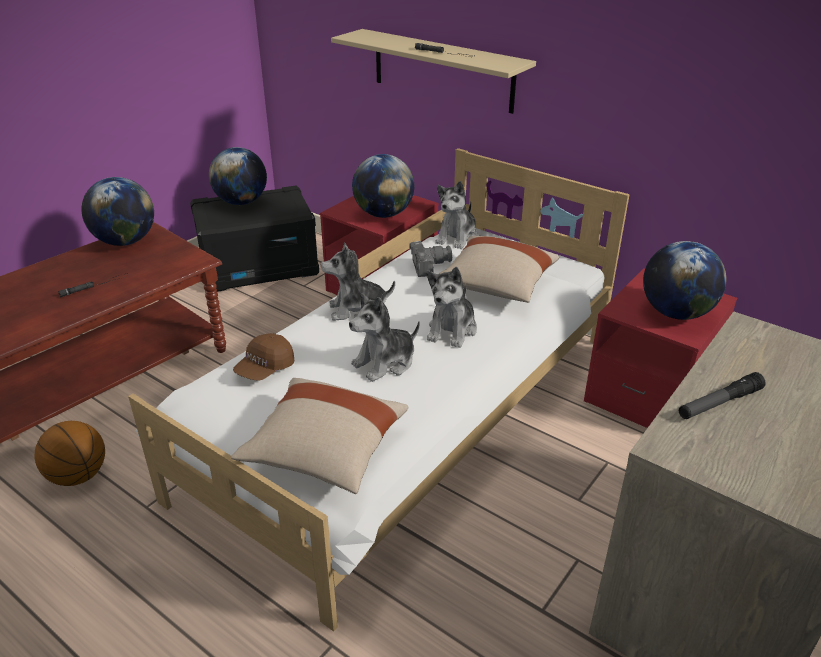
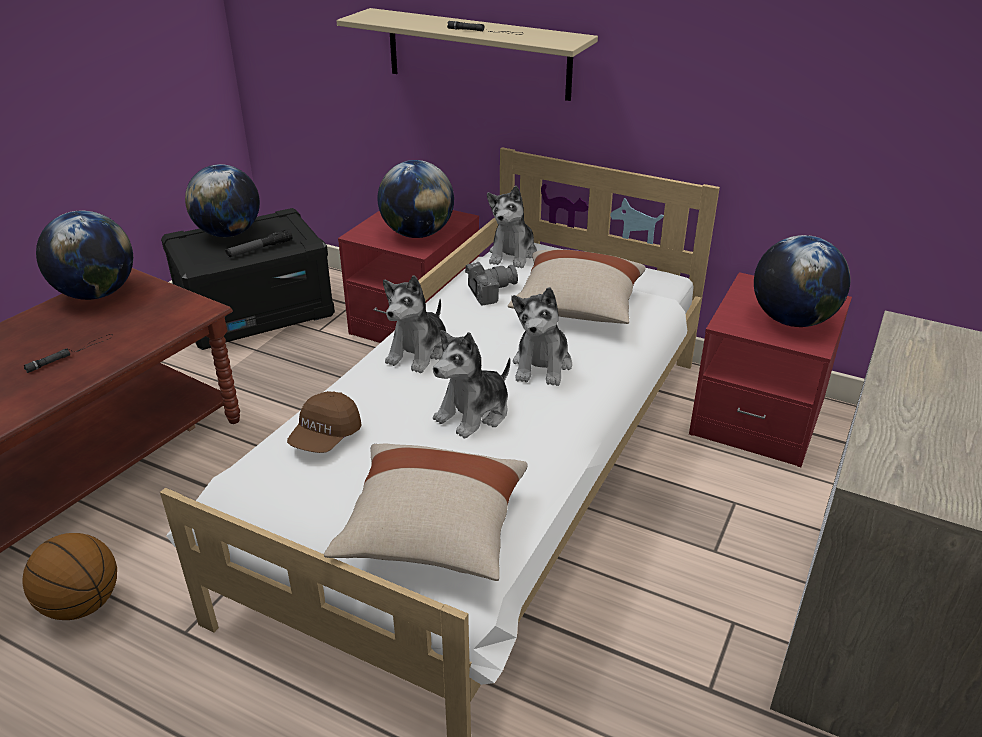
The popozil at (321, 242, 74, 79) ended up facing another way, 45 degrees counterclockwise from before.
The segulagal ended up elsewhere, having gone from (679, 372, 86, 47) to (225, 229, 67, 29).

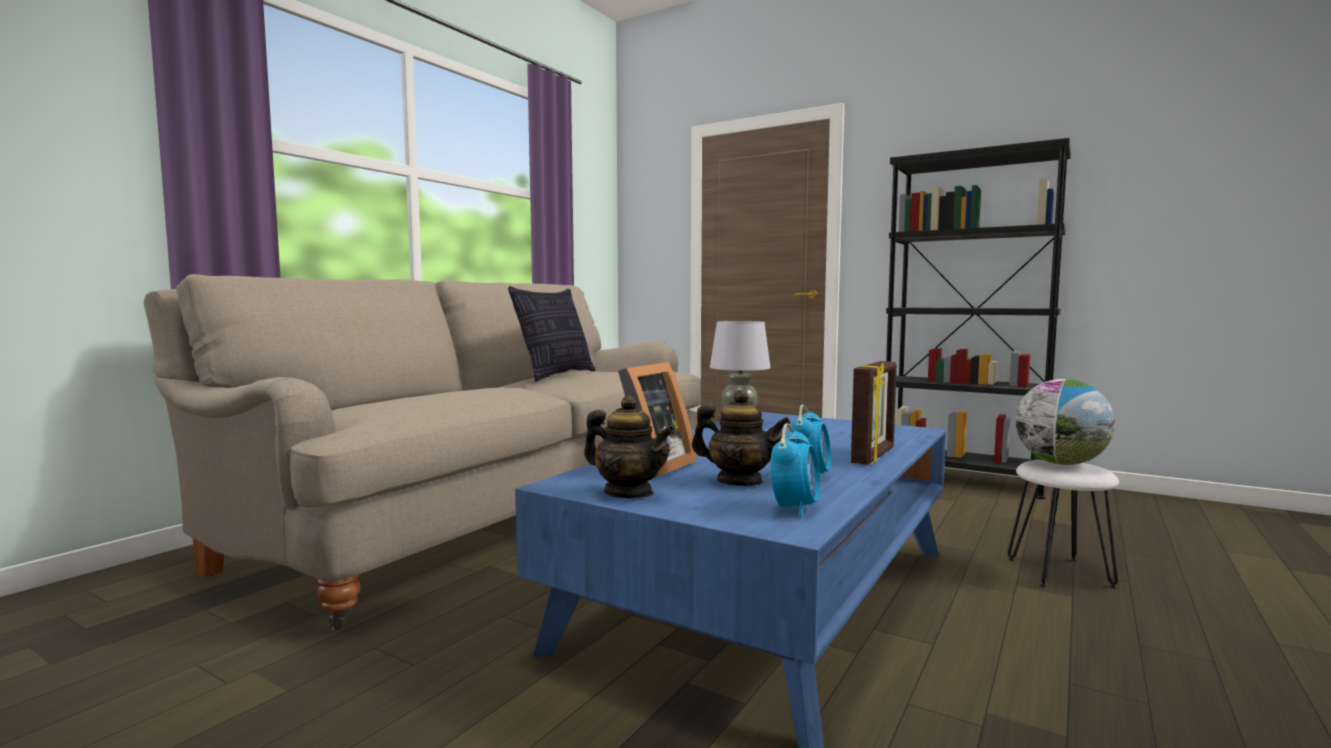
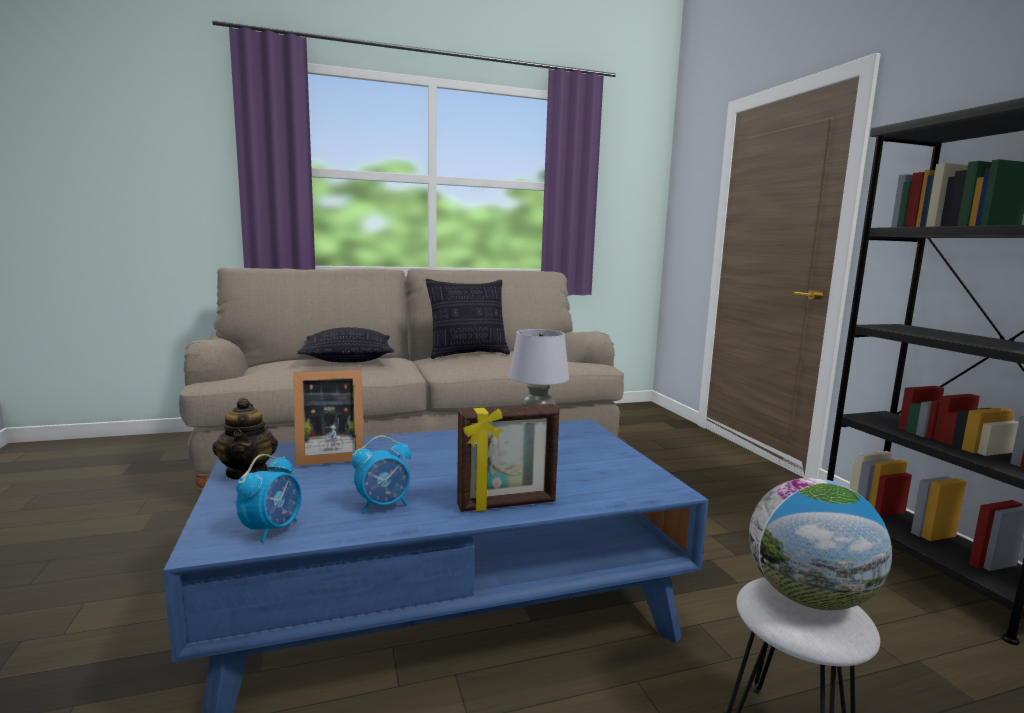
The second view lost the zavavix at (692, 390, 99, 96).
The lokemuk at (771, 423, 49, 95) ended up facing another way, 45 degrees counterclockwise from before.
The second view gained the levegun at (297, 327, 97, 36).

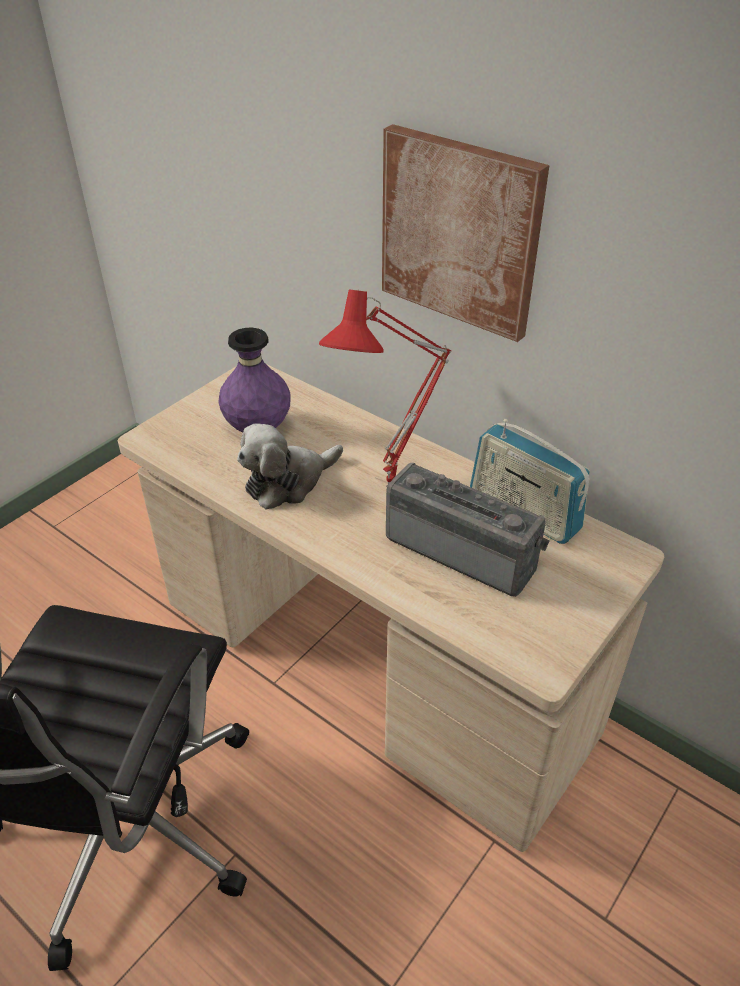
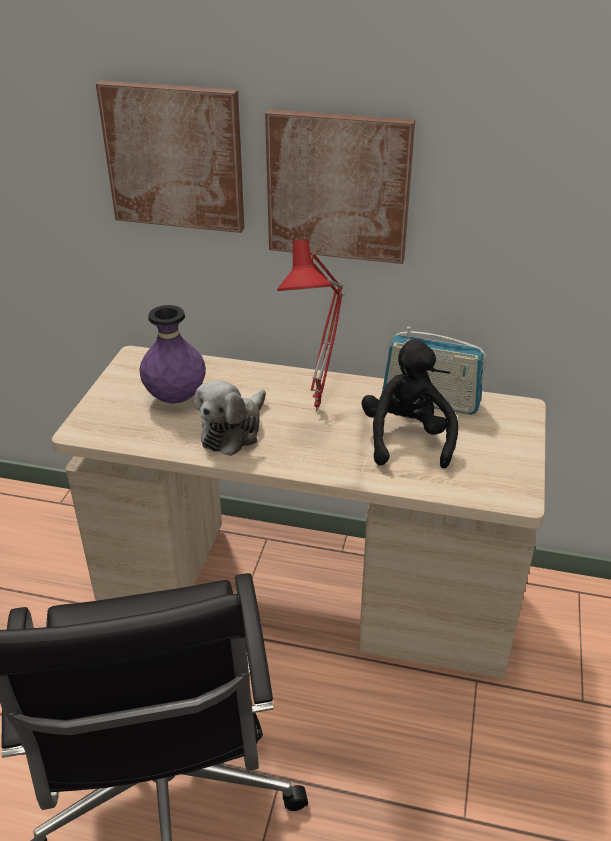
Where the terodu stood at (386, 463, 163, 134), the black popozil came to stand at (362, 340, 96, 129).
The second view gained the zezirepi at (96, 81, 148, 152).

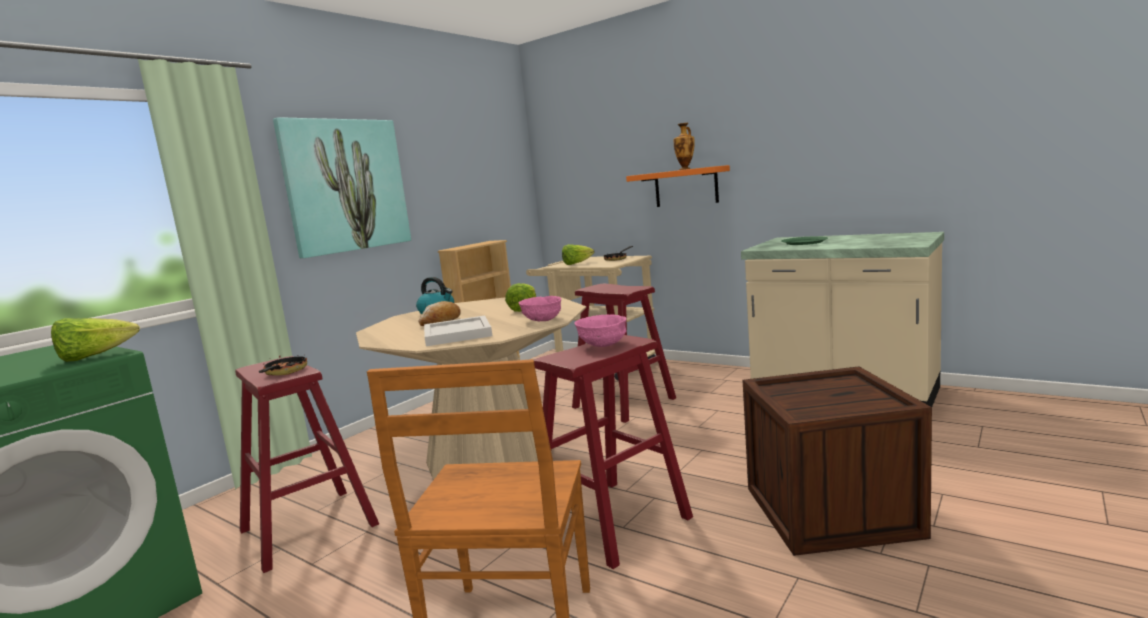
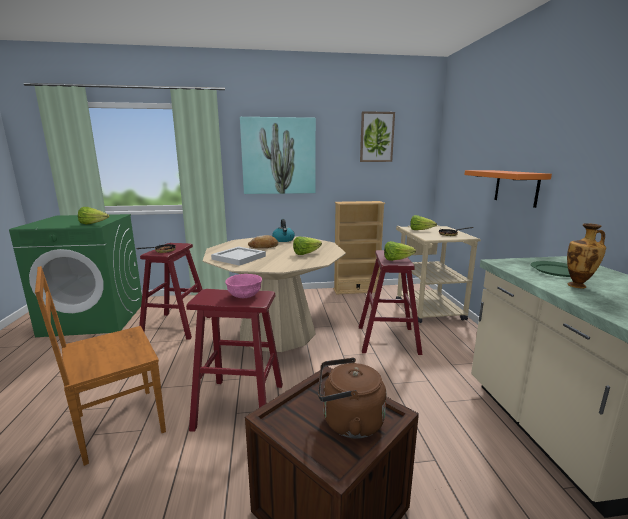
The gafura ended up elsewhere, having gone from (674, 123, 21, 47) to (567, 223, 39, 65).
The second view lost the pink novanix at (519, 296, 42, 25).
The second view gained the zezirepi at (360, 111, 35, 51).
The second view gained the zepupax at (384, 241, 32, 20).
The second view gained the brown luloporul at (318, 357, 68, 82).

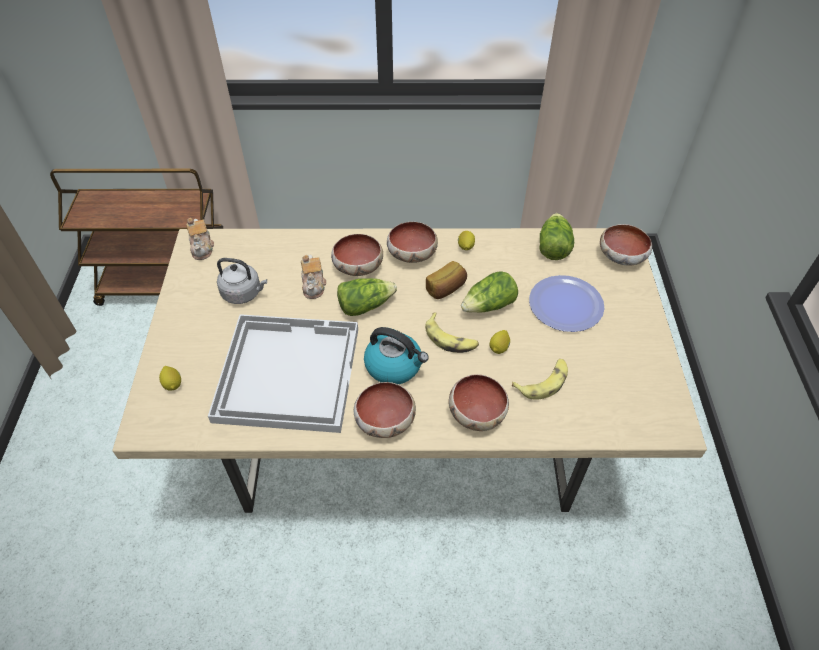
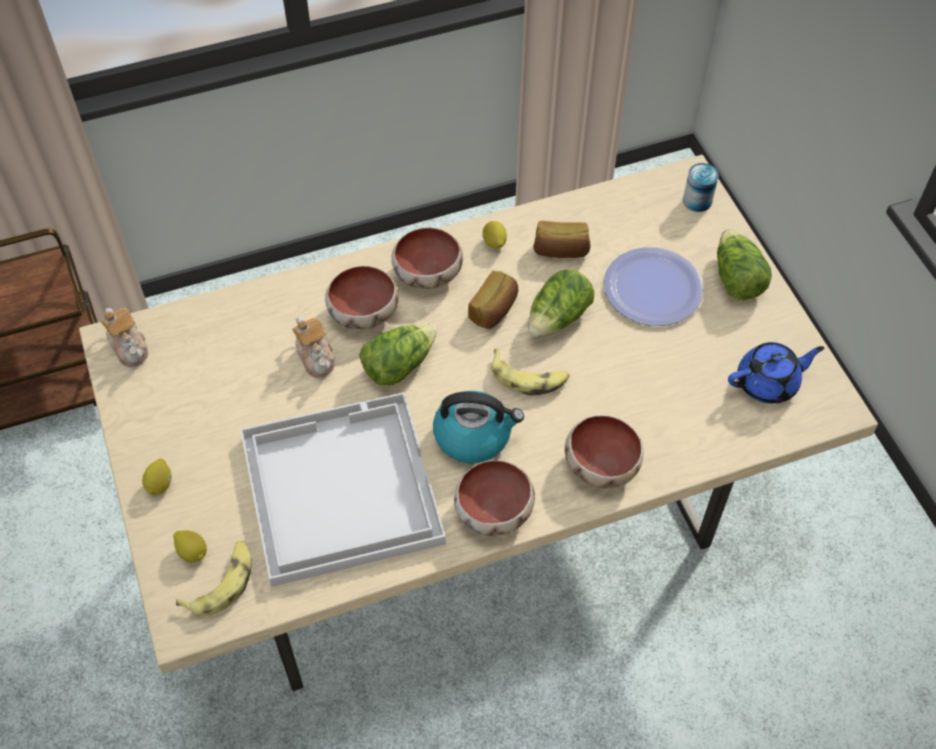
The zepupax ended up elsewhere, having gone from (539, 213, 35, 47) to (717, 229, 55, 71).
Where the novanix stood at (600, 224, 52, 42), the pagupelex came to stand at (683, 163, 36, 49).
The second view lost the grey luloporul at (217, 258, 50, 46).
The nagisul ended up elsewhere, having gone from (490, 330, 20, 24) to (142, 459, 29, 36).
The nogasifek ended up elsewhere, having gone from (512, 359, 56, 41) to (176, 541, 76, 75).
The second view gained the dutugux at (533, 221, 57, 37).
The second view gained the blue zavavix at (728, 342, 96, 62).

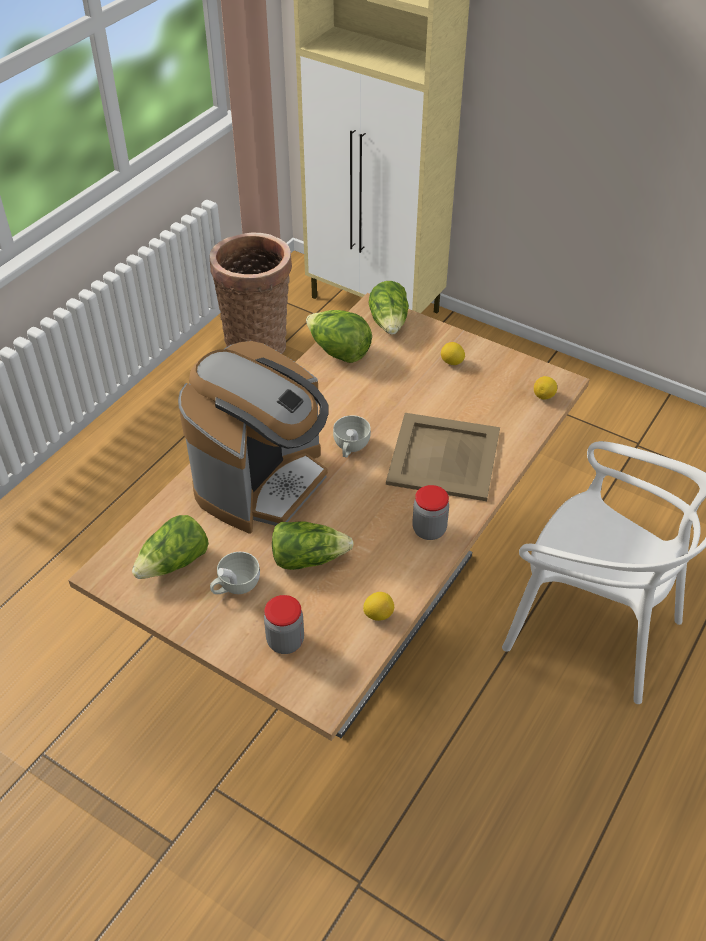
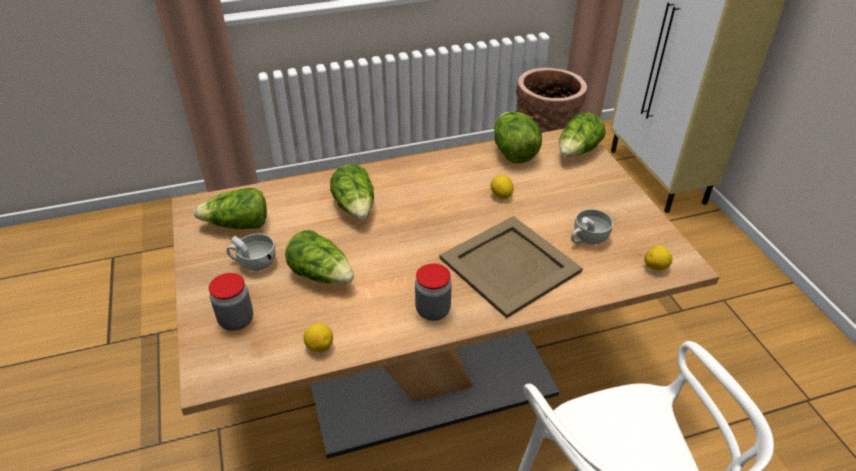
Where the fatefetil stood at (178, 341, 150, 193), the zepupax came to stand at (330, 164, 44, 56).
The nagisul ended up elsewhere, having gone from (441, 342, 24, 23) to (491, 175, 23, 24).
The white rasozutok ended up elsewhere, having gone from (333, 415, 38, 43) to (571, 209, 42, 36).

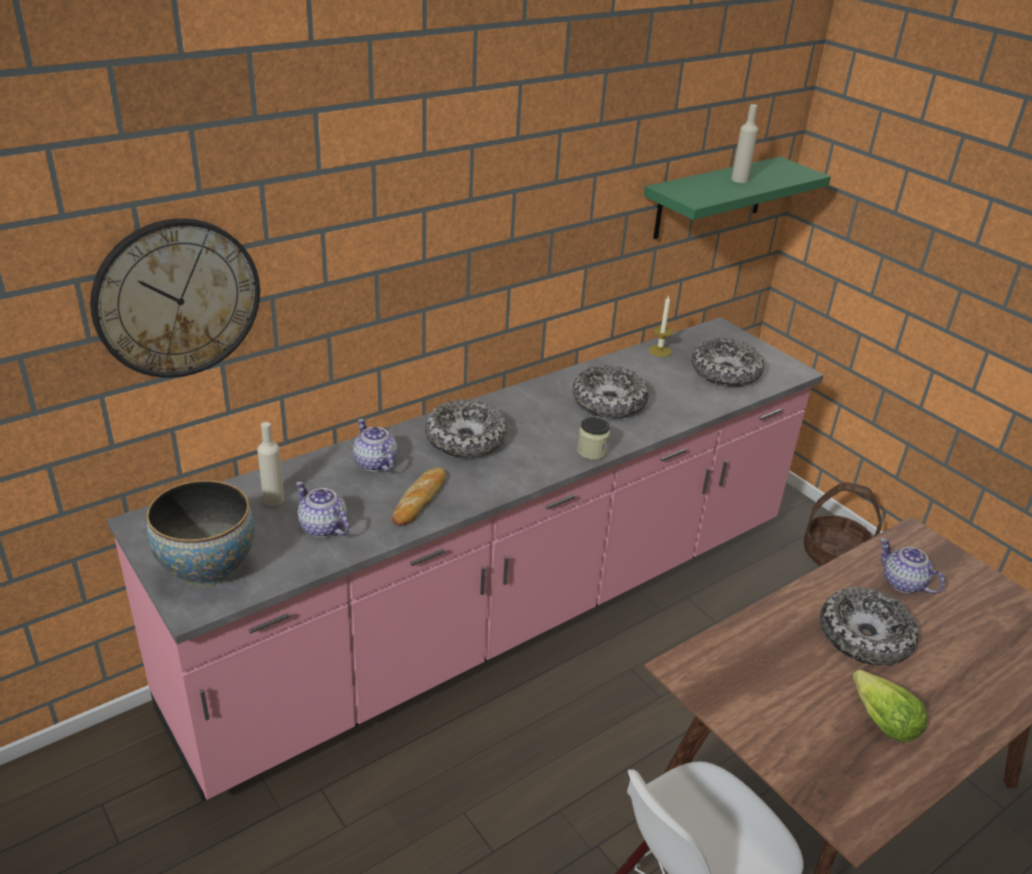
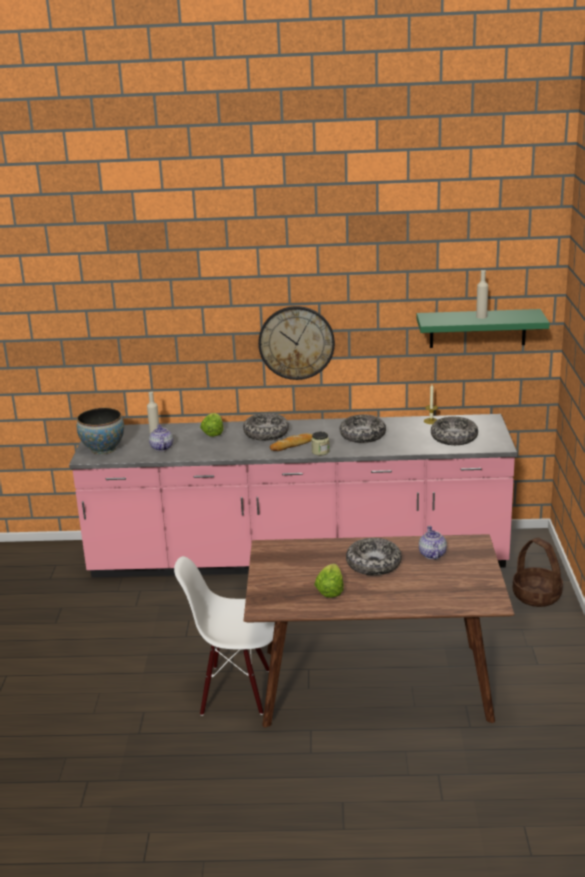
The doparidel ended up elsewhere, having gone from (90, 218, 170, 160) to (258, 306, 77, 74).
Where the zavavix stood at (353, 419, 44, 53), the zepupax came to stand at (200, 413, 24, 24).
The dutugux ended up elsewhere, having gone from (392, 467, 54, 59) to (270, 433, 42, 18).

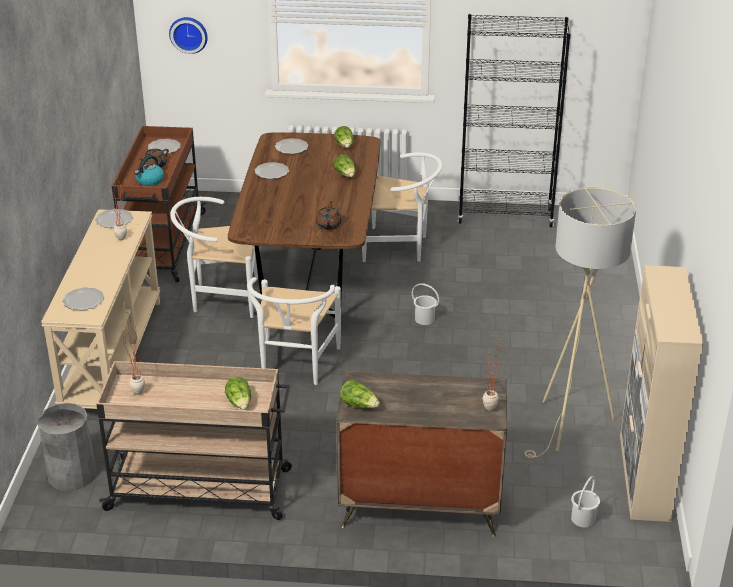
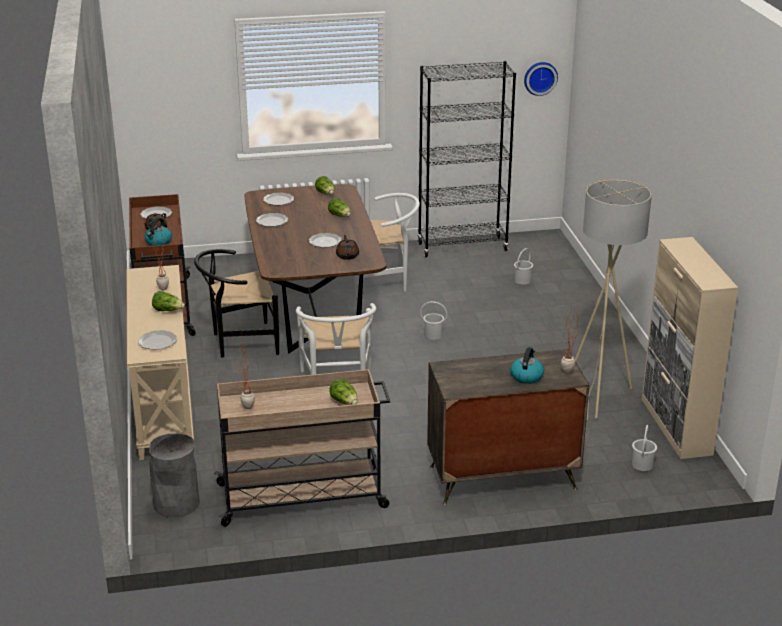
The doparidel ended up elsewhere, having gone from (169, 17, 39, 37) to (524, 62, 34, 34).
What was the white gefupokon at (171, 197, 87, 121) turned into the black gefupokon at (194, 249, 85, 109).
The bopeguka ended up elsewhere, having gone from (95, 209, 38, 19) to (309, 233, 33, 15).
The zepupax ended up elsewhere, having gone from (340, 380, 40, 28) to (152, 291, 33, 20).
The second view gained the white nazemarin at (514, 248, 19, 37).
The second view gained the luloporul at (510, 347, 34, 37).

